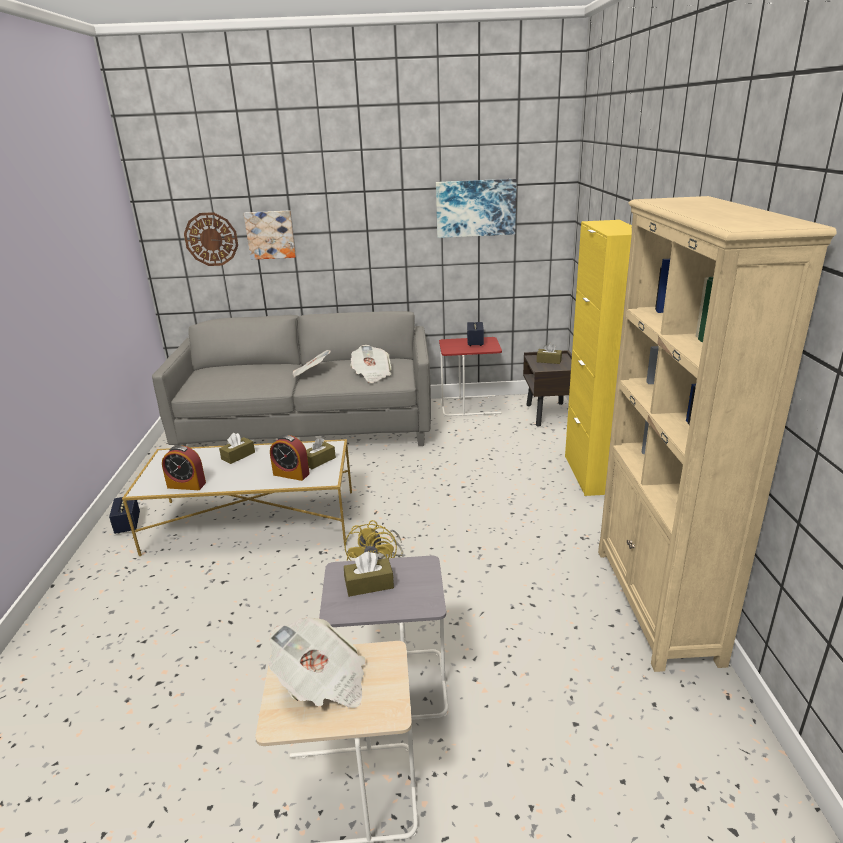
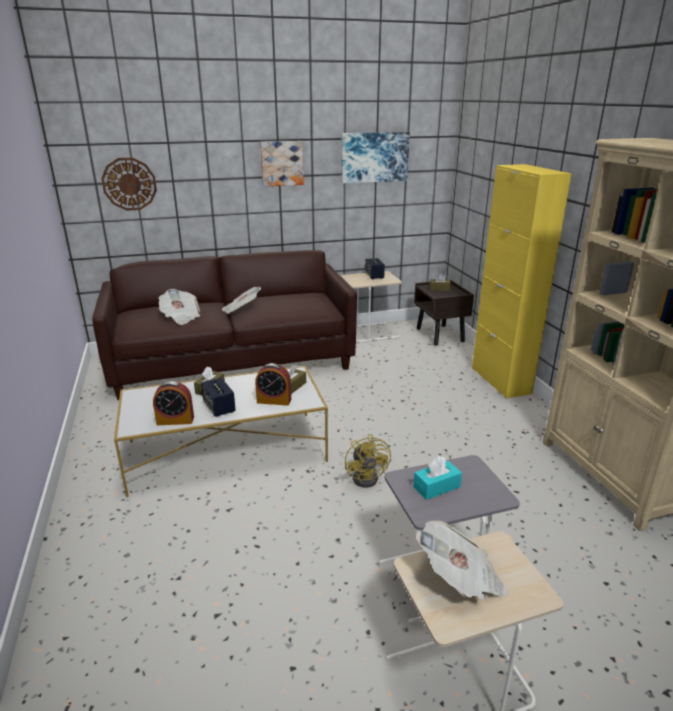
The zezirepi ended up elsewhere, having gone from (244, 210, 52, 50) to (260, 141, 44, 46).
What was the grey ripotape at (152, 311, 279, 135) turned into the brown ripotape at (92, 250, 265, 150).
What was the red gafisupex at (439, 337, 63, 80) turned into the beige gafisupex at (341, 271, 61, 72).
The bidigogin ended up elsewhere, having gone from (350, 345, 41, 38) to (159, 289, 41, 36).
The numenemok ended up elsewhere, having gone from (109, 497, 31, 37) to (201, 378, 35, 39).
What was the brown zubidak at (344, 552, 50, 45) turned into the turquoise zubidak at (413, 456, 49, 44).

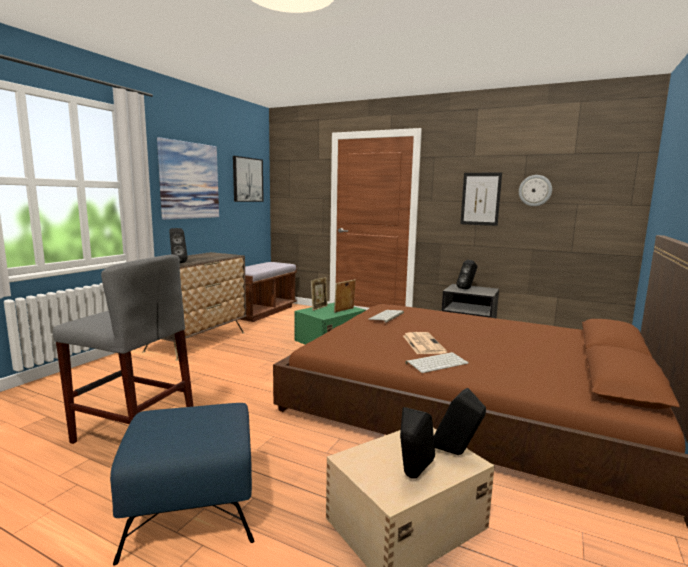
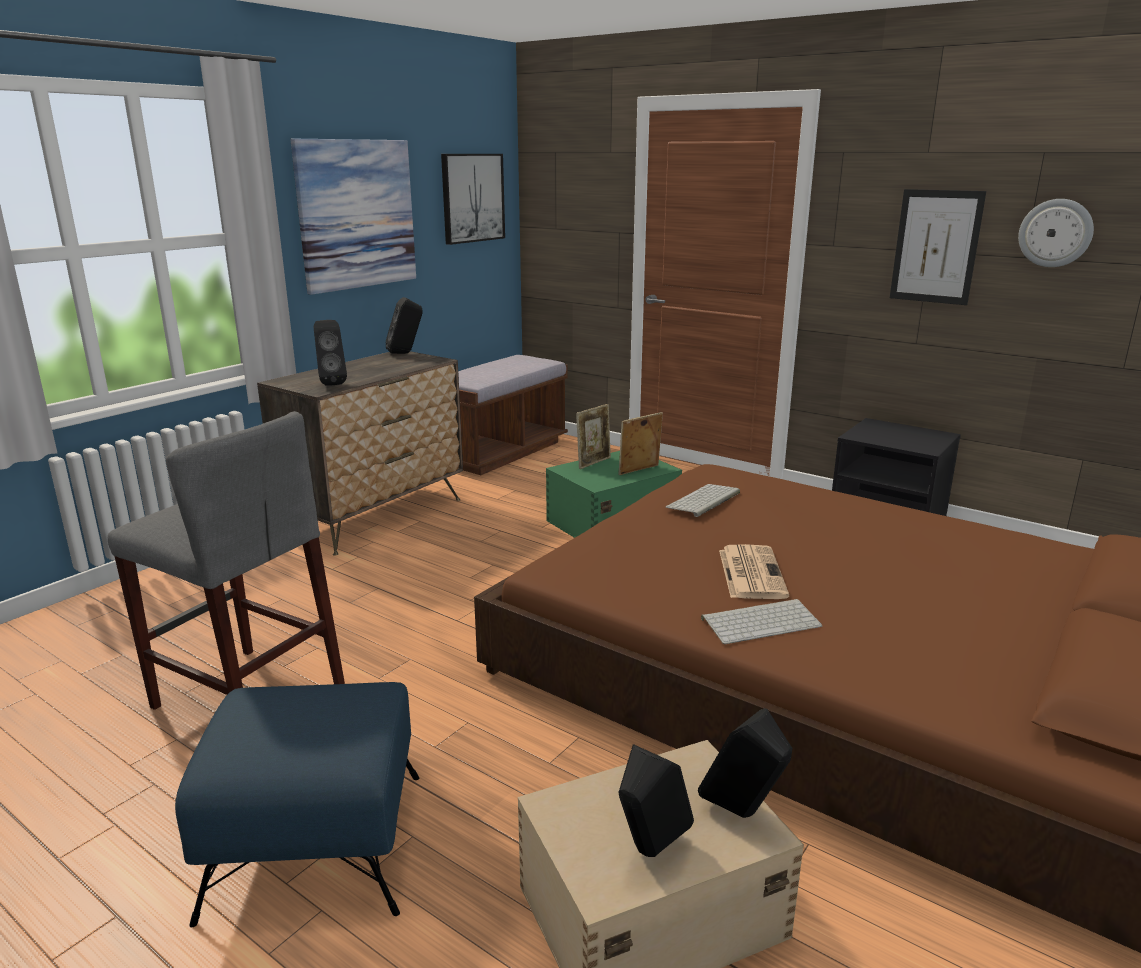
The black numenemok ended up elsewhere, having gone from (456, 260, 21, 29) to (385, 297, 38, 57).

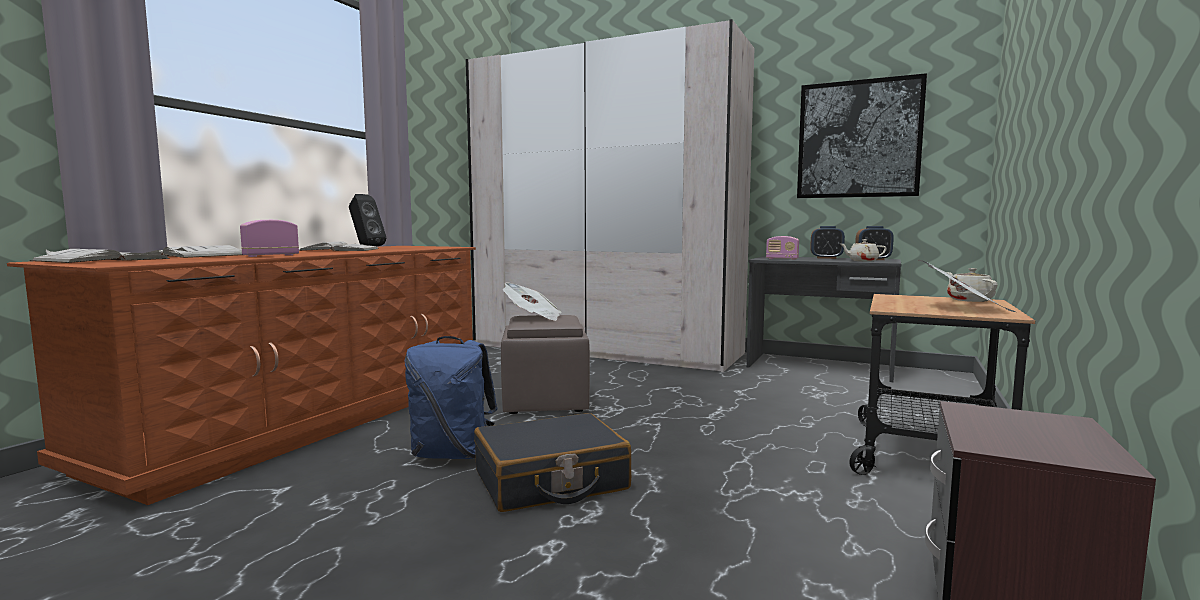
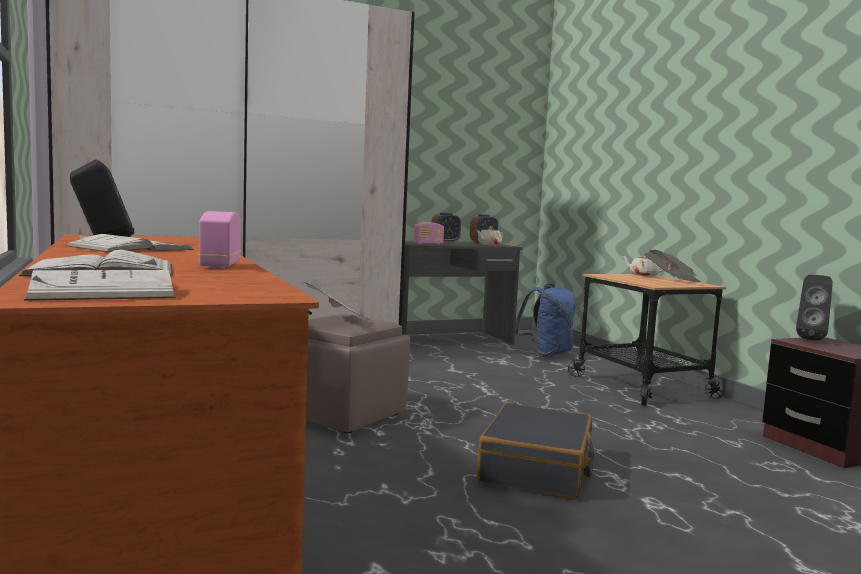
The second view lost the zezirepi at (797, 73, 130, 125).
The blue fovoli ended up elsewhere, having gone from (405, 336, 92, 123) to (514, 283, 62, 74).
The second view gained the black numenemok at (796, 275, 37, 65).

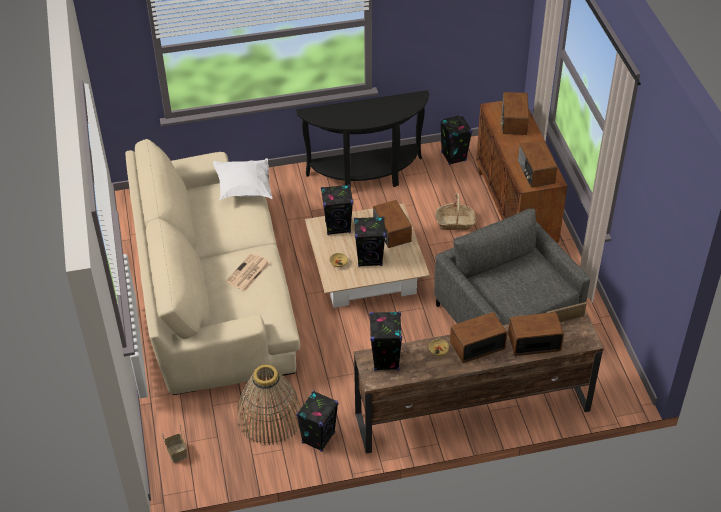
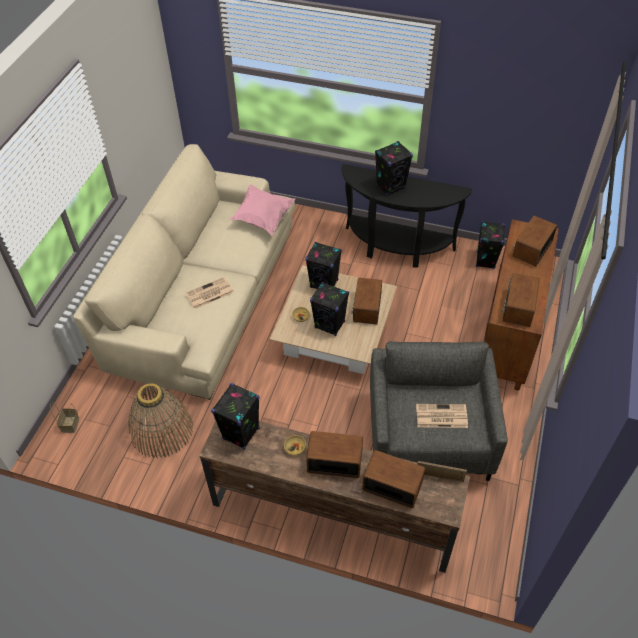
What was the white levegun at (213, 158, 60, 42) turned into the pink levegun at (229, 184, 66, 52).
The second view lost the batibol at (435, 193, 41, 37).
The black numenemok ended up elsewhere, having gone from (296, 391, 42, 61) to (375, 141, 38, 55).
The second view gained the bidigogin at (416, 404, 52, 24).

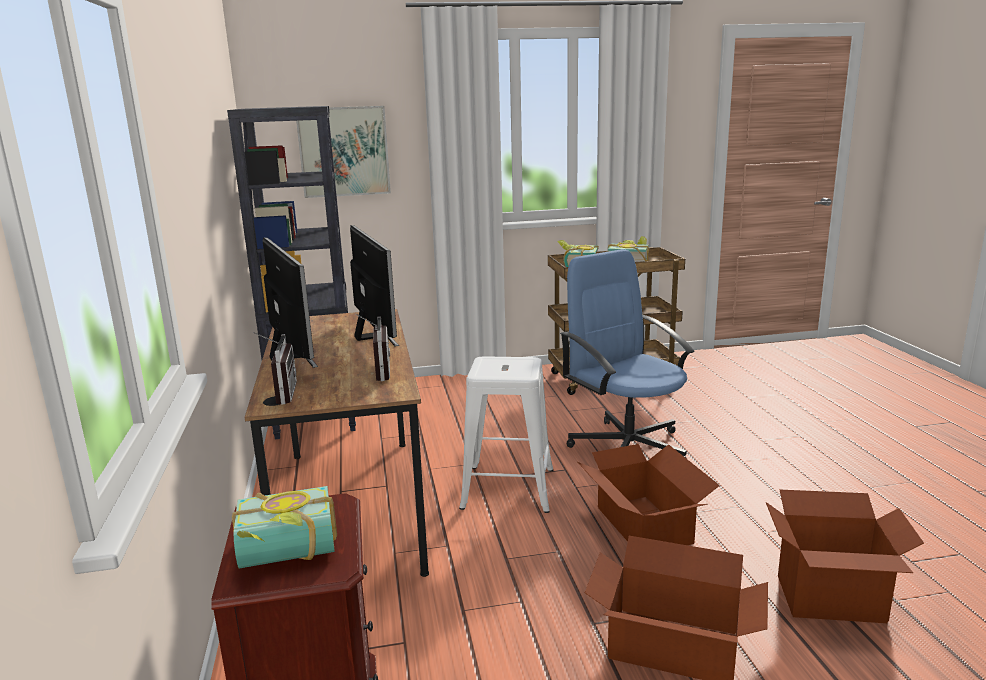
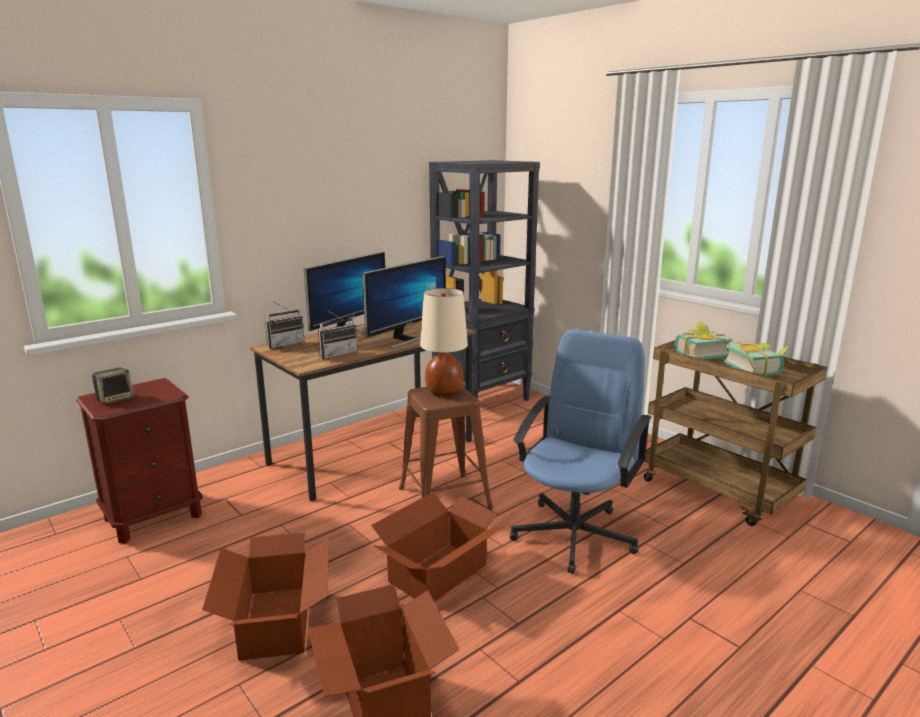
The second view lost the zezirepi at (296, 106, 95, 92).
What was the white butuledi at (459, 356, 94, 157) turned into the brown butuledi at (399, 386, 94, 123).
Where the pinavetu stood at (232, 486, 105, 82), the numenemok came to stand at (92, 367, 41, 37).
The second view gained the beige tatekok at (420, 288, 48, 108).

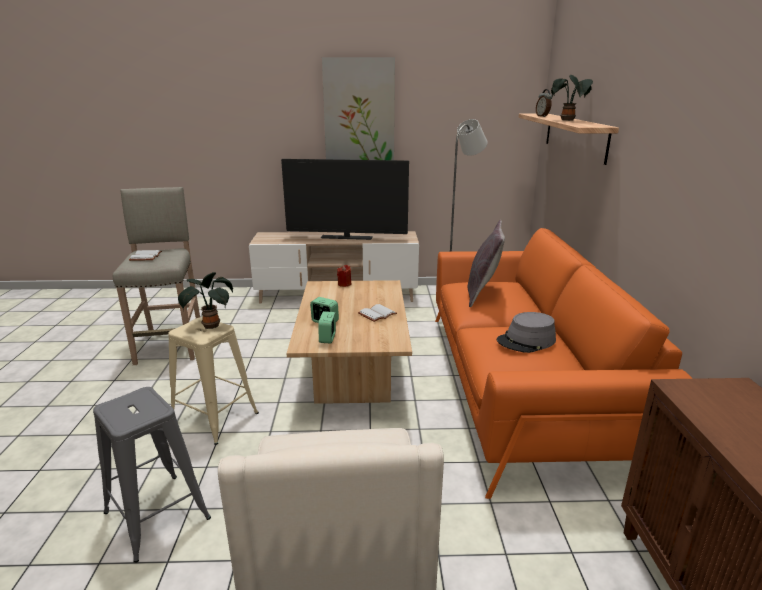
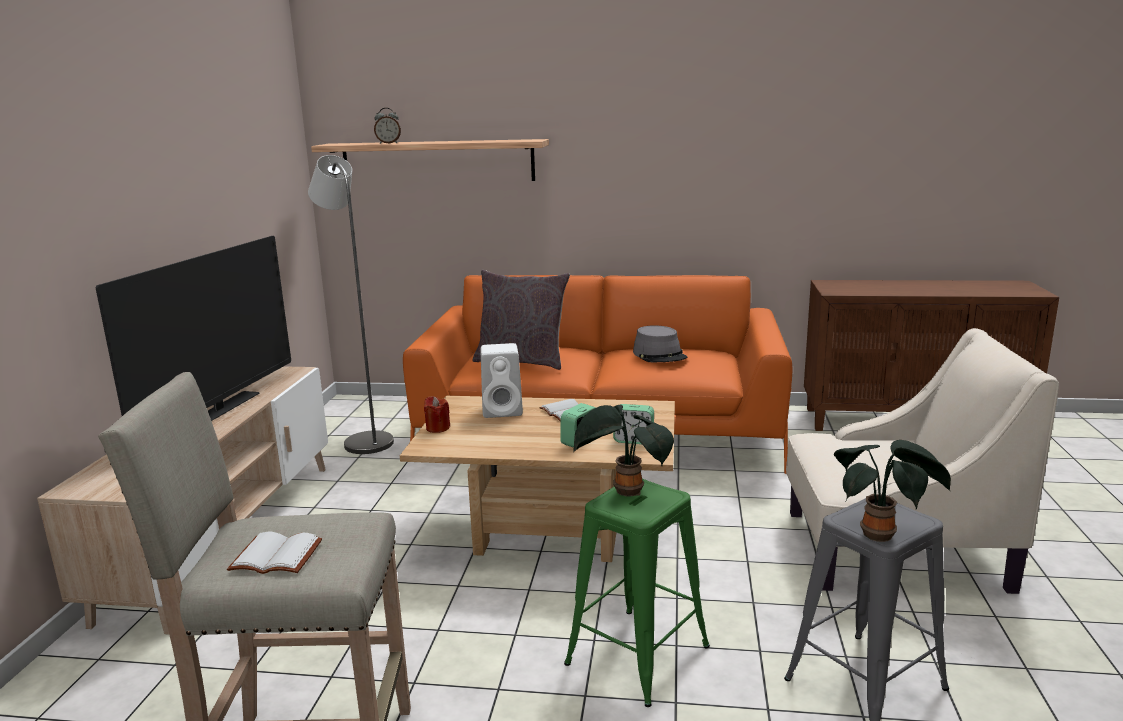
The second view lost the zezirepi at (322, 57, 73, 103).
The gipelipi ended up elsewhere, having gone from (551, 75, 42, 46) to (834, 440, 117, 102).
What was the beige butuledi at (168, 317, 91, 128) turned into the green butuledi at (564, 479, 146, 228).
The second view gained the white numenemok at (481, 343, 42, 75).

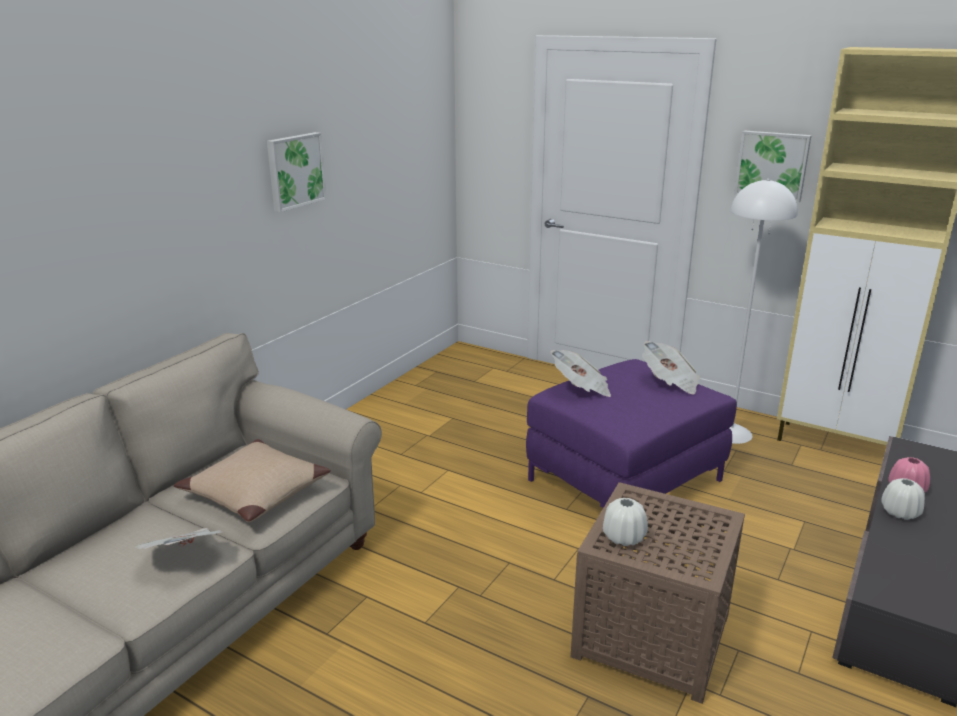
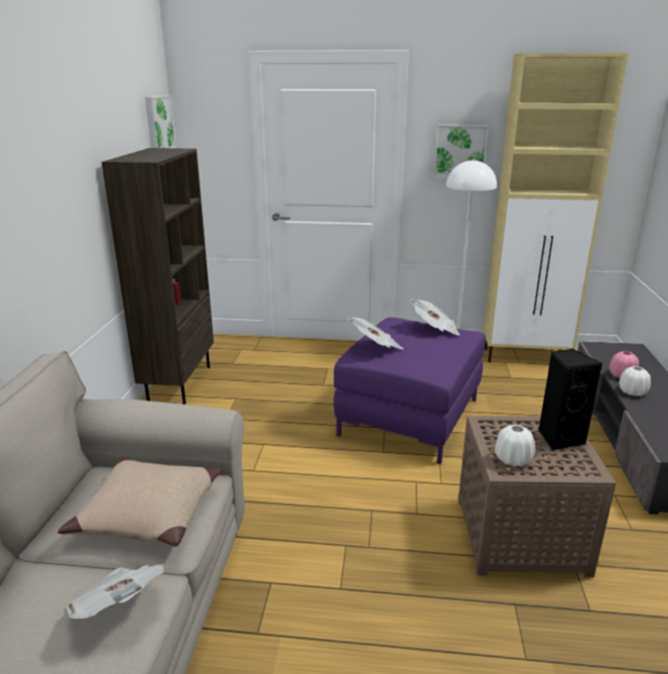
The zezirepi ended up elsewhere, having gone from (267, 132, 60, 80) to (145, 95, 31, 53).
The second view gained the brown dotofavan at (102, 148, 112, 256).
The second view gained the black numenemok at (539, 349, 64, 101).

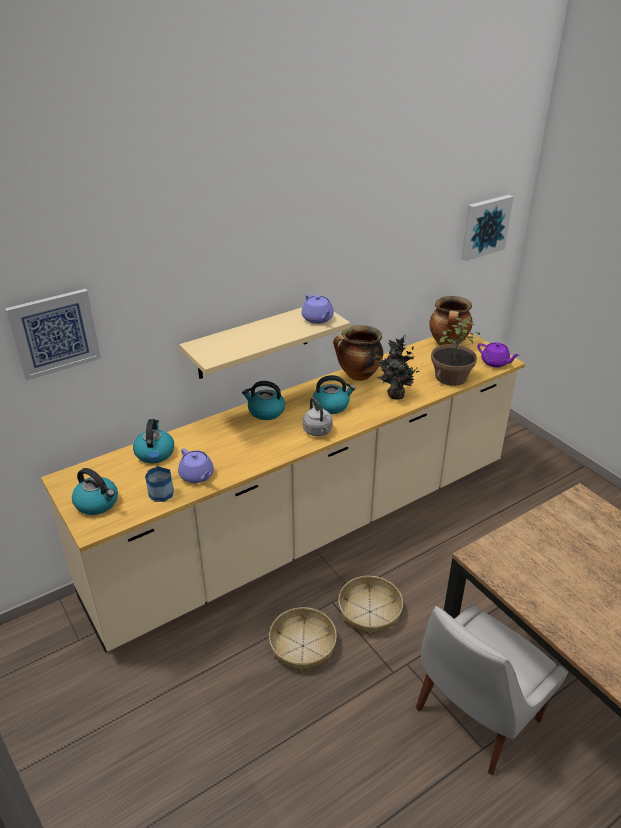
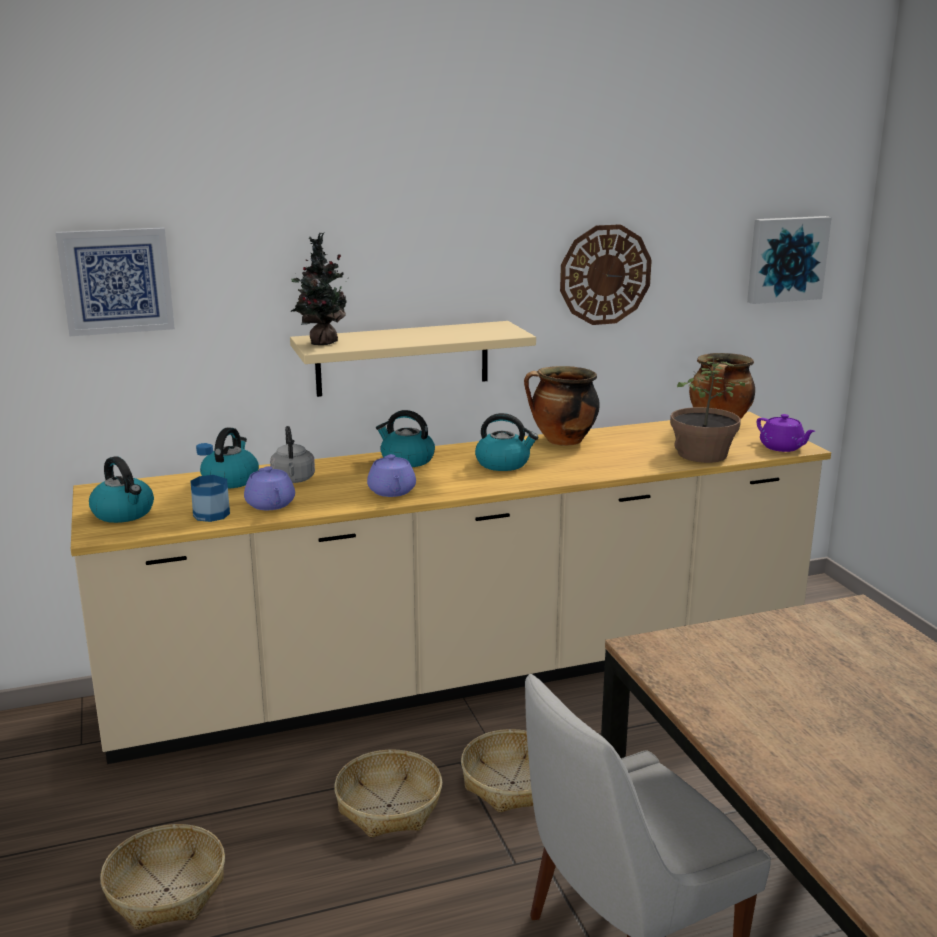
The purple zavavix ended up elsewhere, having gone from (302, 294, 32, 30) to (367, 454, 49, 43).
The gipelipi ended up elsewhere, having gone from (373, 335, 50, 64) to (291, 232, 57, 113).
The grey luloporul ended up elsewhere, having gone from (303, 398, 29, 38) to (270, 426, 45, 57).
The second view gained the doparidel at (560, 224, 92, 101).
The second view gained the batibol at (100, 824, 125, 106).

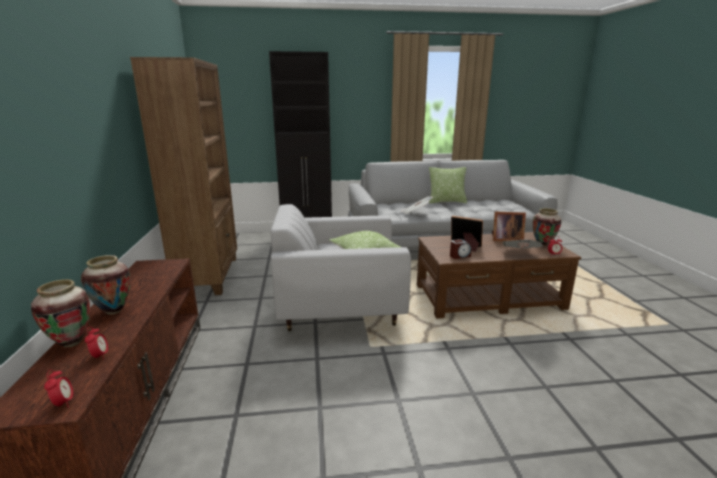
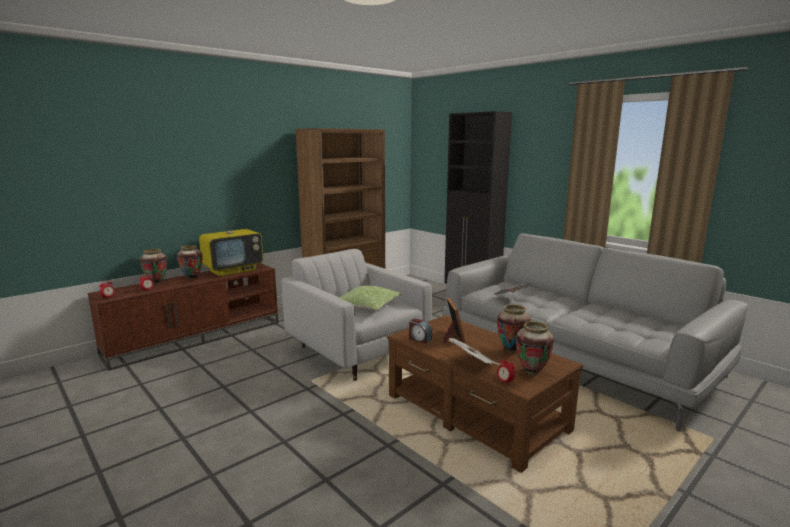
The second view lost the levegun at (429, 167, 38, 37).
Where the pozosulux stood at (492, 211, 34, 30), the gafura came to stand at (497, 304, 34, 49).
The second view gained the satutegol at (199, 209, 64, 67).

